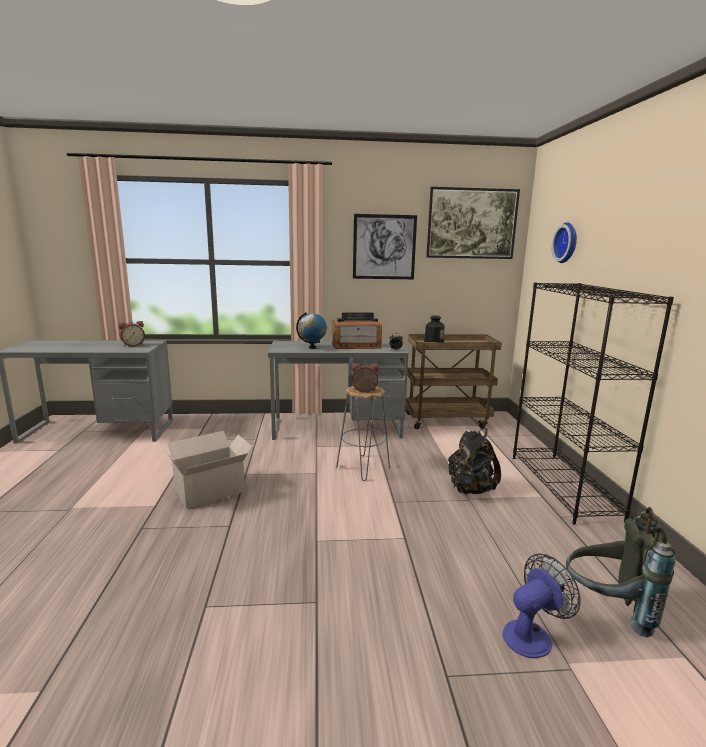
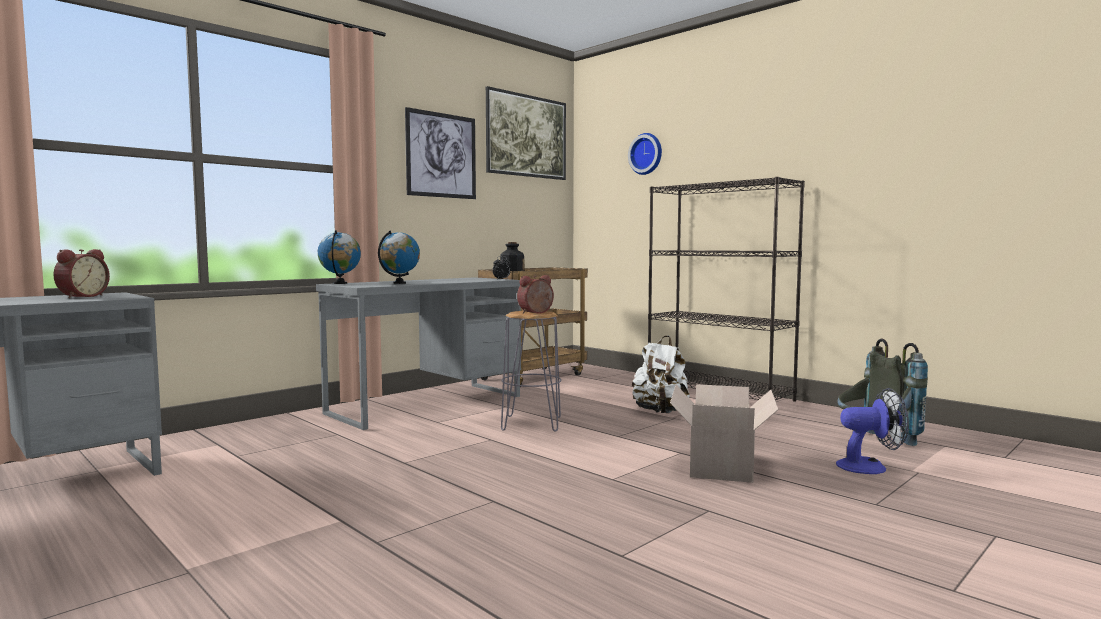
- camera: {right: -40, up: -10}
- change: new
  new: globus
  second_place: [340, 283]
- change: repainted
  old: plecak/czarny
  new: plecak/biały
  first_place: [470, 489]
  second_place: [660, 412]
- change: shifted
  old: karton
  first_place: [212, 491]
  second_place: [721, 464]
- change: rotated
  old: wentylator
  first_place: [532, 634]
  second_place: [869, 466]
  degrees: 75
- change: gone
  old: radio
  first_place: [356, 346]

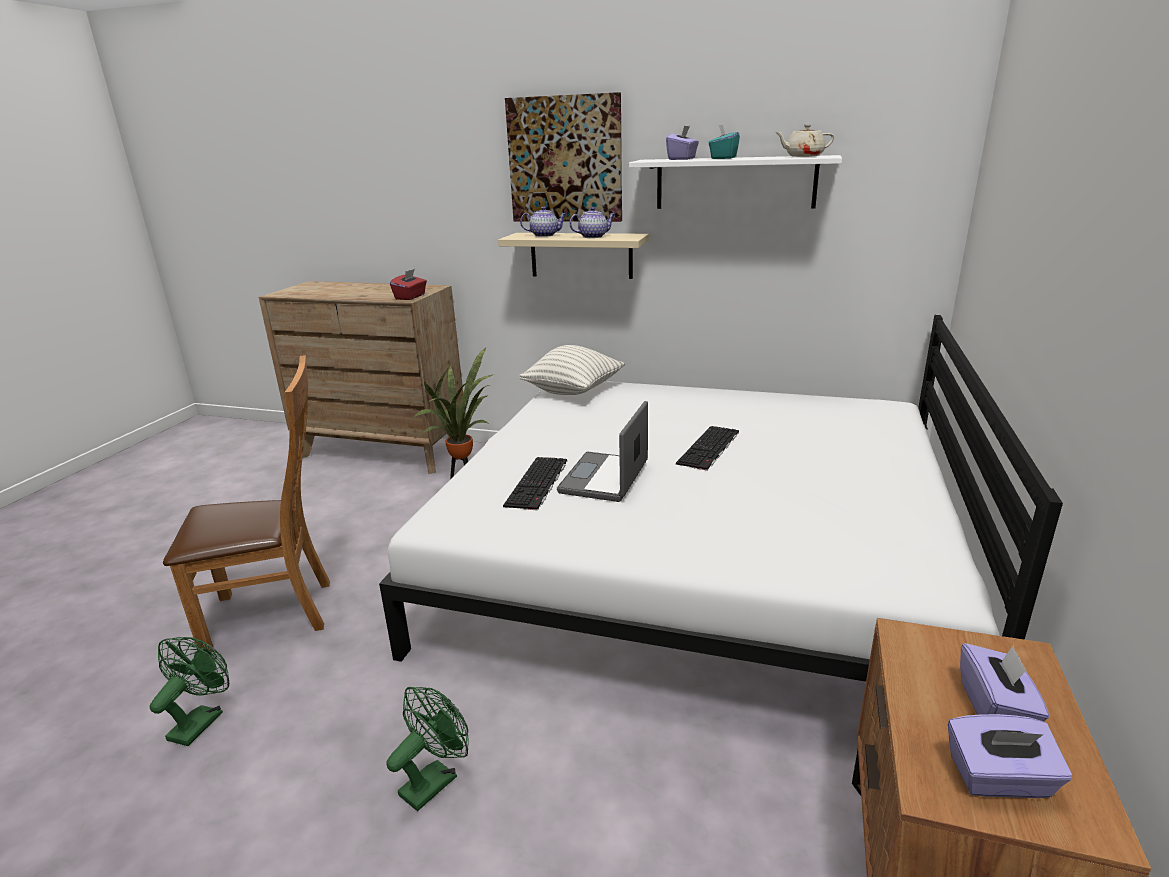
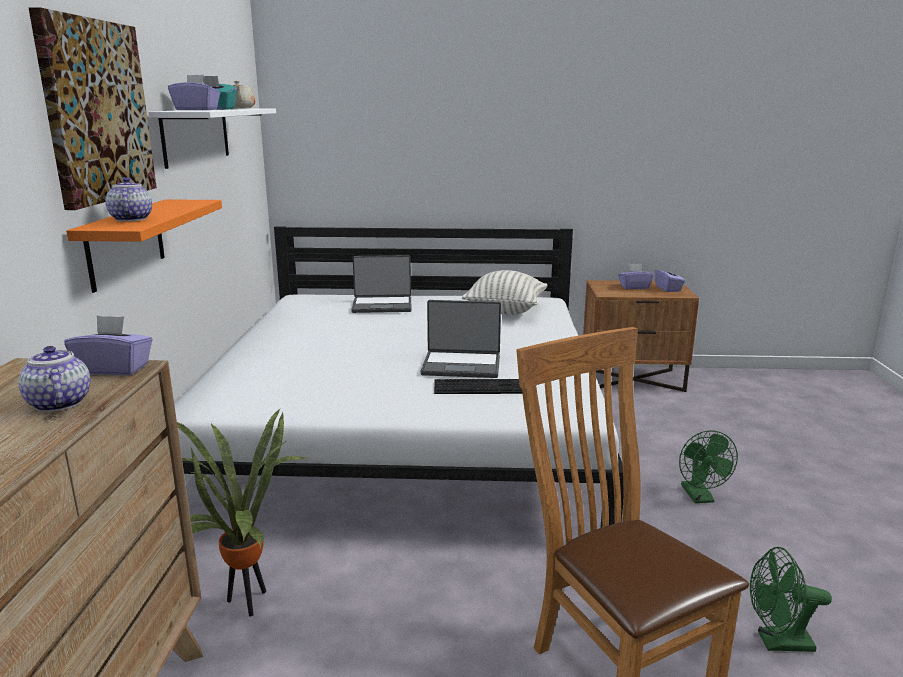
- camera: {right: -105, up: -5}
- change: shifted
  old: imbryk
  first_place: [593, 236]
  second_place: [58, 403]
- change: repainted
  old: pudełko chusteczek/czerwony
  new: pudełko chusteczek/fioletowy
  first_place: [410, 297]
  second_place: [114, 369]
- change: repainted
  old: półka/beżowy
  new: półka/pomarańczowy
  first_place: [581, 255]
  second_place: [126, 243]
- change: new
  new: laptop
  second_place: [382, 306]
- change: shifted
  old: poduszka
  first_place: [573, 391]
  second_place: [505, 311]
- change: rotated
  old: wentylator/zielony
  first_place: [435, 780]
  second_place: [700, 497]
  degrees: -120
- change: gone
  old: klawiatura
  first_place: [709, 448]

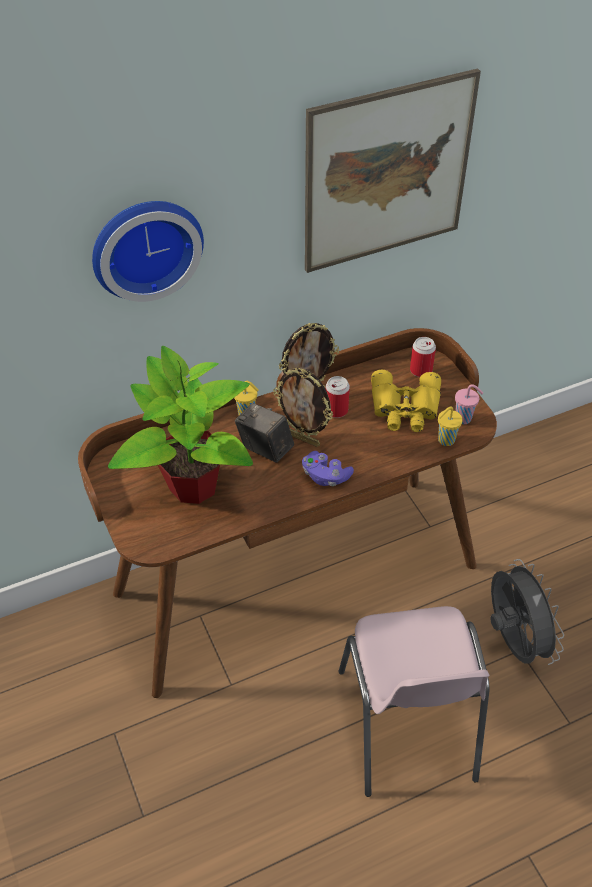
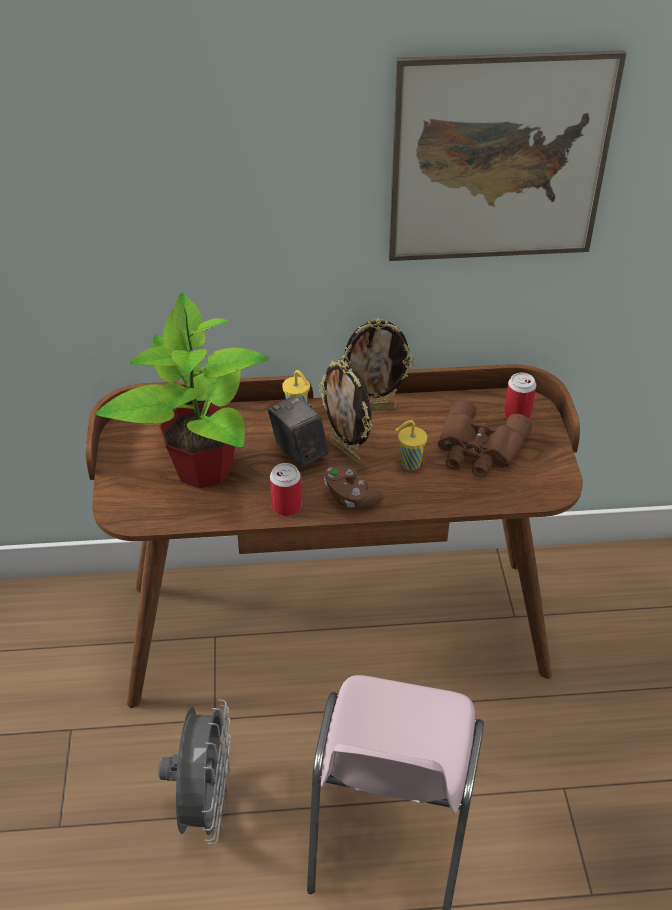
- camera: {right: 20, up: -5}
- change: shifted
  old: wentylator/szary
  first_place: [512, 641]
  second_place: [205, 803]
- change: shifted
  old: puszka
  first_place: [336, 410]
  second_place: [286, 506]
- change: repainted
  old: pad do gier/fioletowy
  new: pad do gier/brązowy
  first_place: [325, 476]
  second_place: [350, 496]
- change: shifted
  old: filiżanka/żółty
  first_place: [445, 440]
  second_place: [409, 464]
- change: repainted
  old: lornetka/żółty
  new: lornetka/brązowy
  first_place: [405, 408]
  second_place: [478, 449]
- change: gone
  old: zegar ścienny
  first_place: [145, 246]
- change: gone
  old: filiżanka/różowy
  first_place: [464, 419]

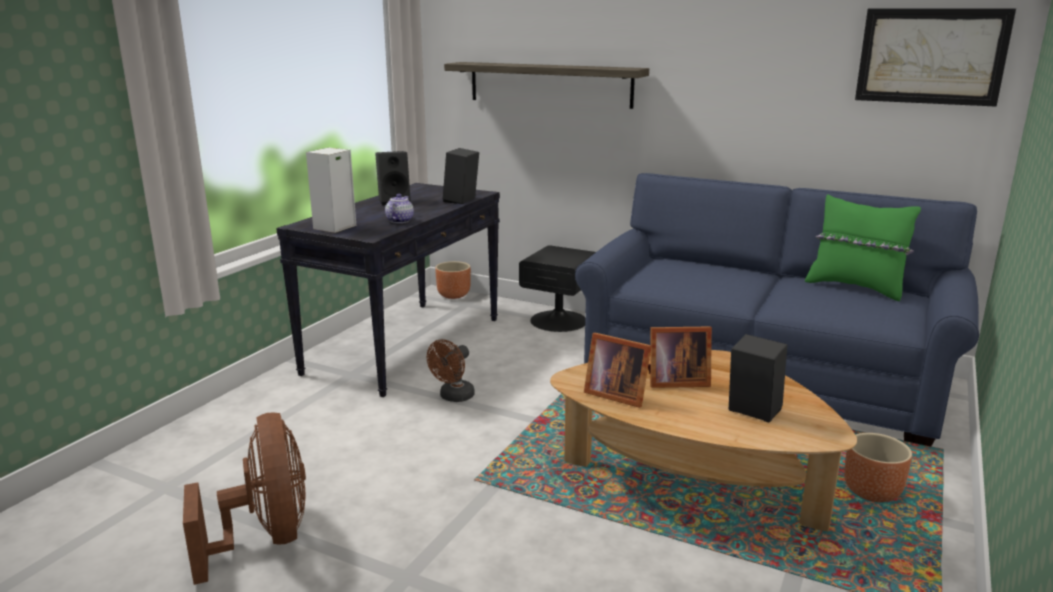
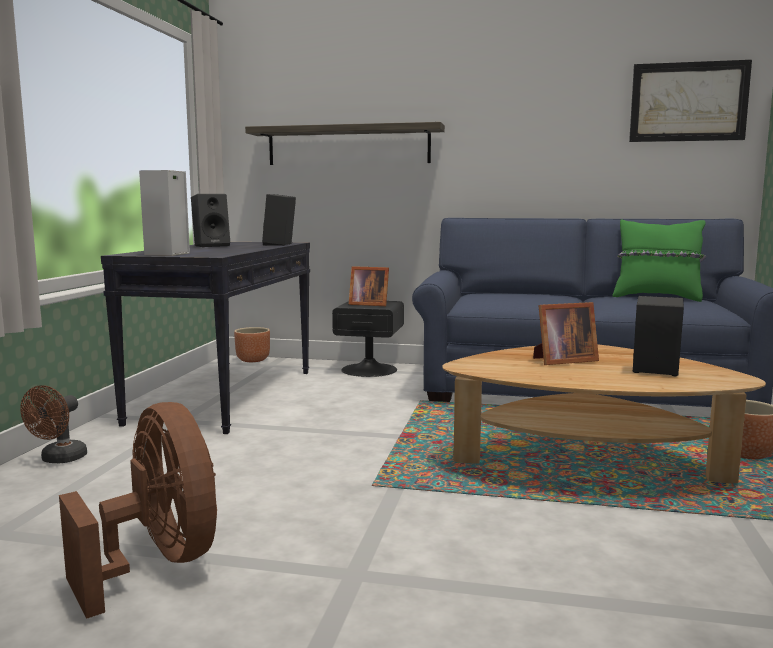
- camera: {right: -15, up: -10}
- change: shifted
  old: wentylator/brązowy
  first_place: [453, 397]
  second_place: [59, 459]
- change: shifted
  old: ramka na zdjęcie
  first_place: [615, 394]
  second_place: [368, 304]
- change: gone
  old: imbryk
  first_place: [399, 220]

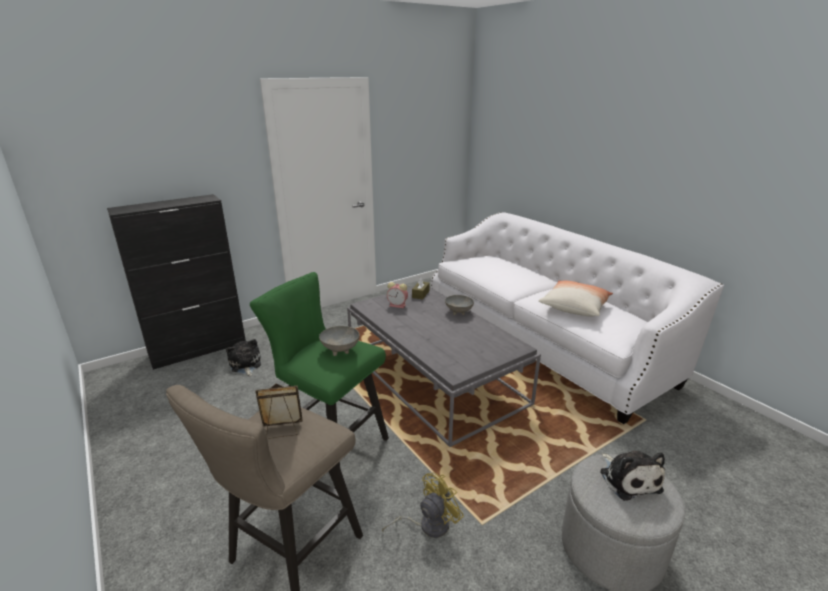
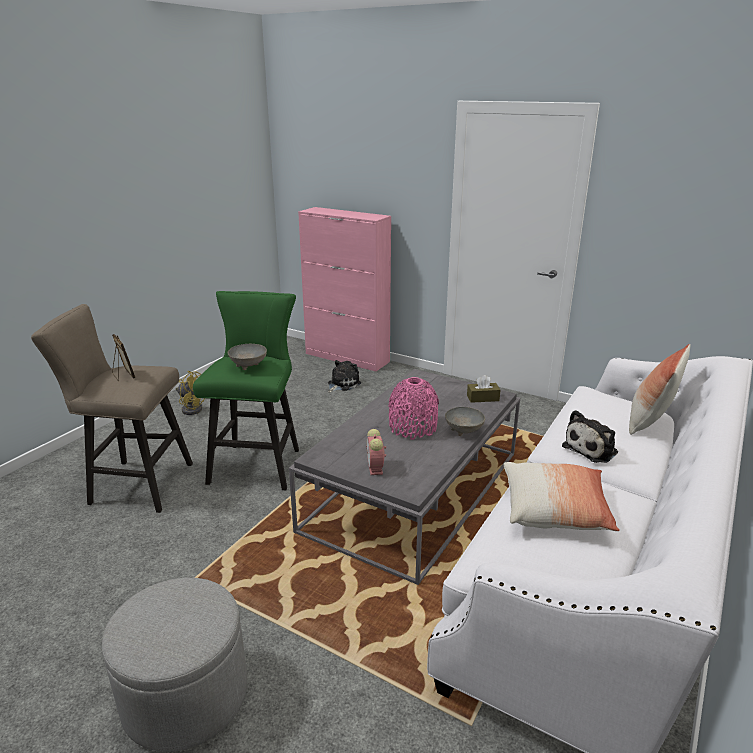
- camera: {right: 65, up: 0}
- change: shifted
  old: wentylator/żółty
  first_place: [427, 525]
  second_place: [192, 408]
- change: repainted
  old: szafka/czarny
  new: szafka/różowy
  first_place: [199, 349]
  second_place: [347, 358]
- change: shifted
  old: budzik
  first_place: [398, 305]
  second_place: [375, 468]
- change: new
  new: wazon/różowy
  second_place: [413, 427]
- change: shifted
  old: pluszak
  first_place: [628, 479]
  second_place: [592, 449]
- change: new
  new: poduszka
  second_place: [649, 422]

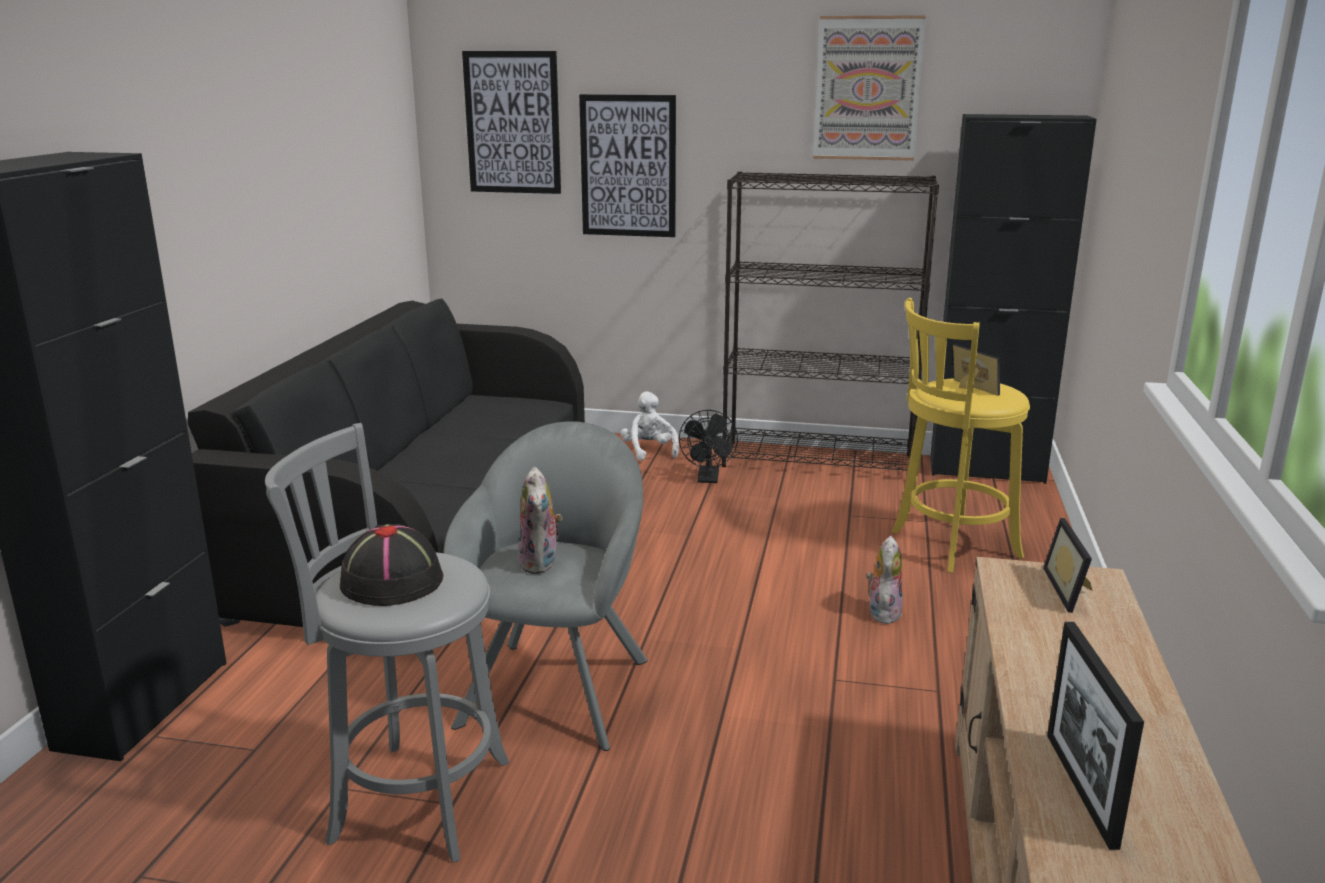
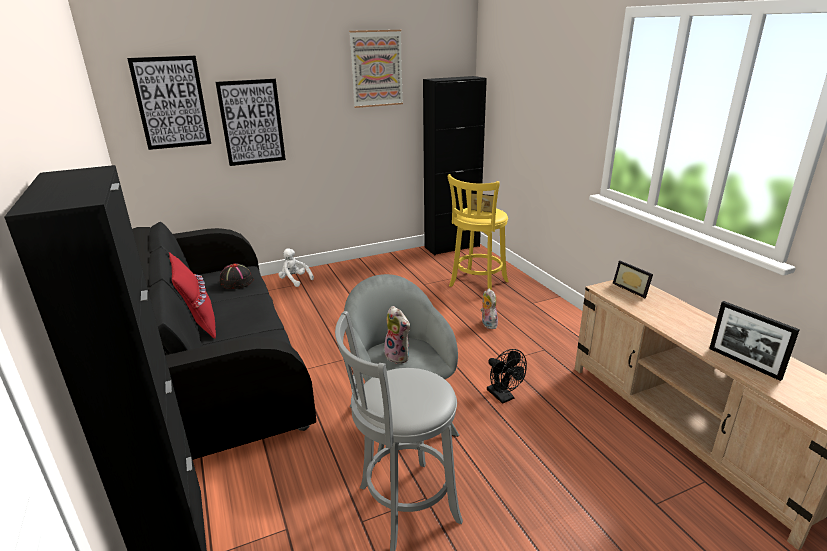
- camera: {right: -35, up: 5}
- change: new
  new: poduszka/czerwony
  second_place: [199, 324]
- change: shifted
  old: kapelusz/czarny
  first_place: [392, 581]
  second_place: [236, 281]
- change: shifted
  old: wentylator/czarny
  first_place: [708, 479]
  second_place: [503, 397]
- change: gone
  old: regał/czarny
  first_place: [818, 460]

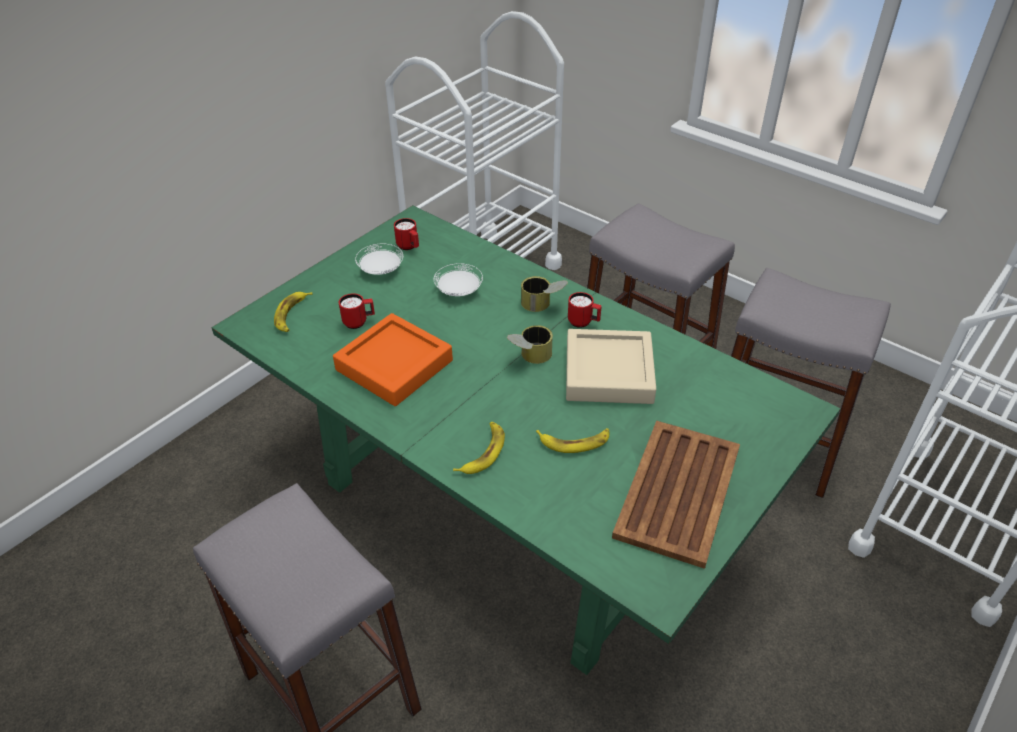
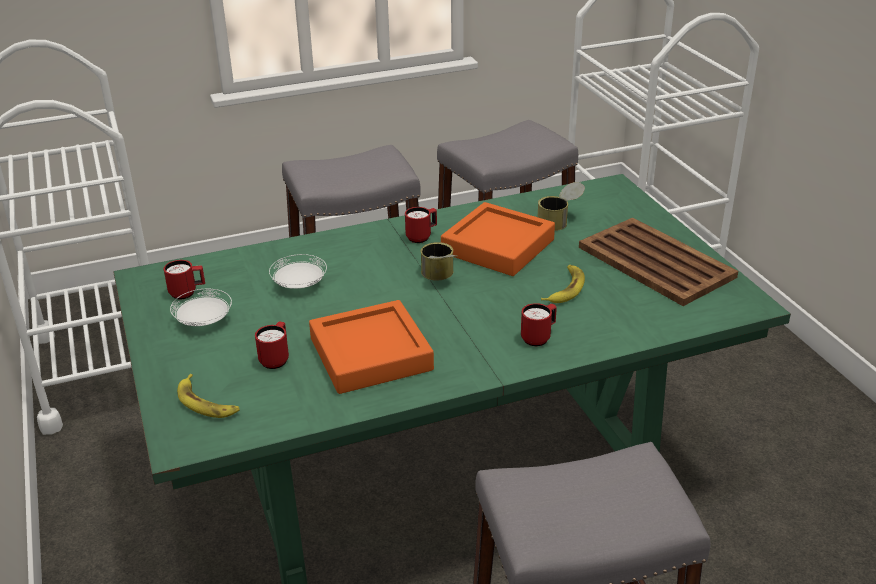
- camera: {right: -60, up: -10}
- change: repainted
  old: taca/beżowy
  new: taca/pomarańczowy
  first_place: [608, 373]
  second_place: [498, 246]
- change: swapped
  old: banan
  new: kubek/czerwony
  first_place: [483, 452]
  second_place: [539, 337]
- change: shifted
  old: puszka
  first_place: [543, 305]
  second_place: [559, 221]

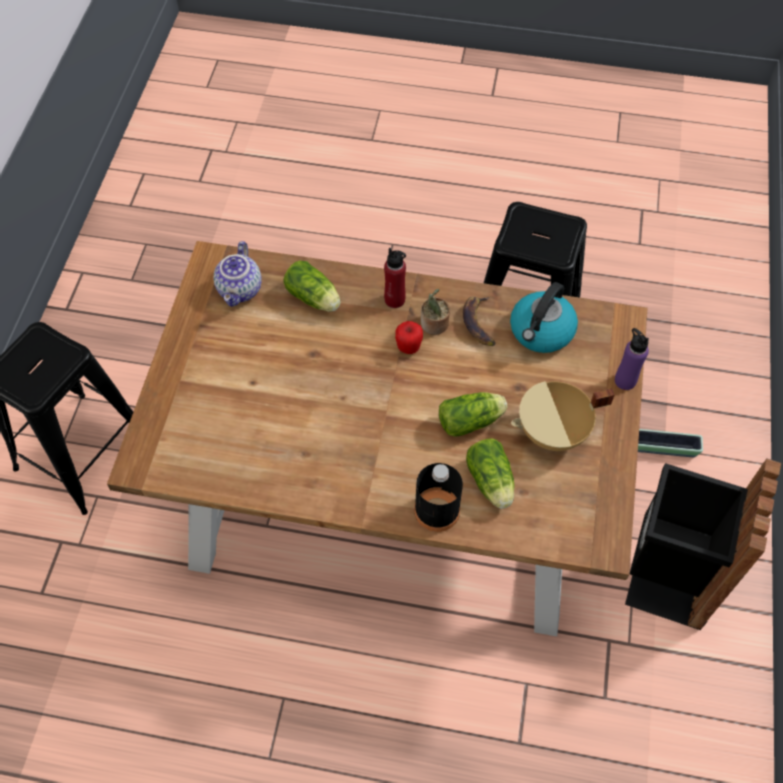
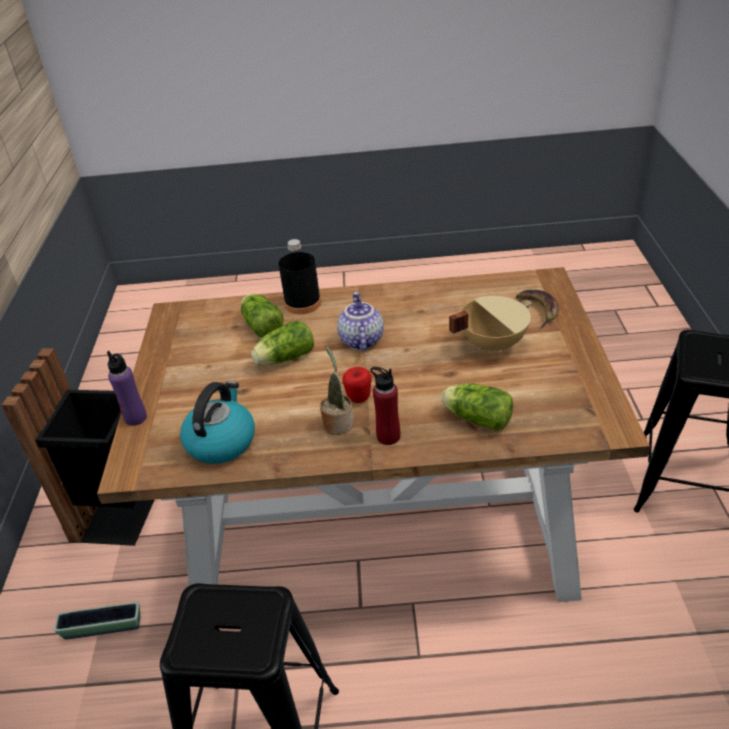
- camera: {right: 170, up: -20}
- change: shifted
  old: imbryk
  first_place: [241, 290]
  second_place: [360, 340]
- change: shifted
  old: garnek/beżowy
  first_place: [553, 433]
  second_place: [492, 343]
- change: shifted
  old: banan
  first_place: [478, 323]
  second_place: [539, 310]

